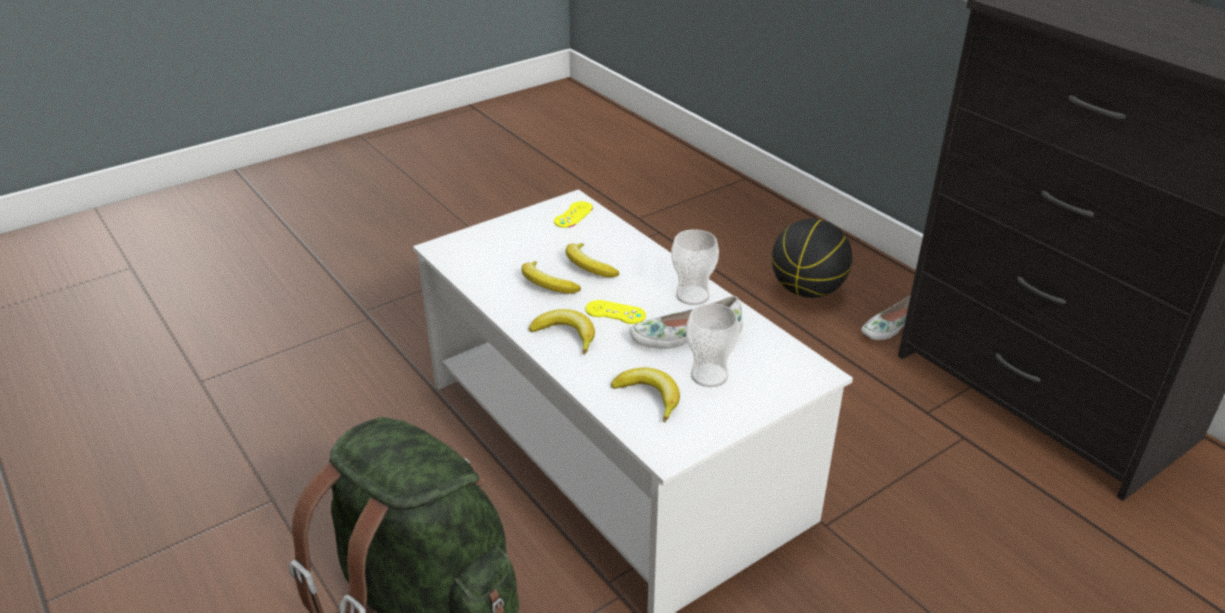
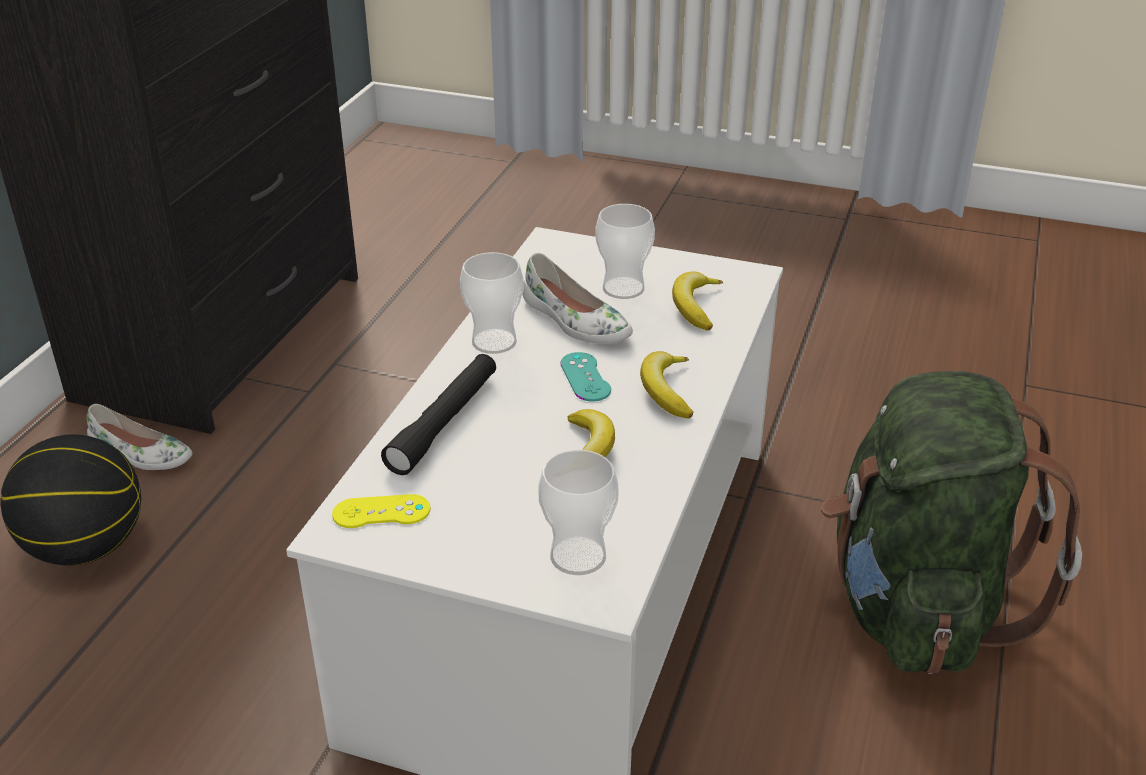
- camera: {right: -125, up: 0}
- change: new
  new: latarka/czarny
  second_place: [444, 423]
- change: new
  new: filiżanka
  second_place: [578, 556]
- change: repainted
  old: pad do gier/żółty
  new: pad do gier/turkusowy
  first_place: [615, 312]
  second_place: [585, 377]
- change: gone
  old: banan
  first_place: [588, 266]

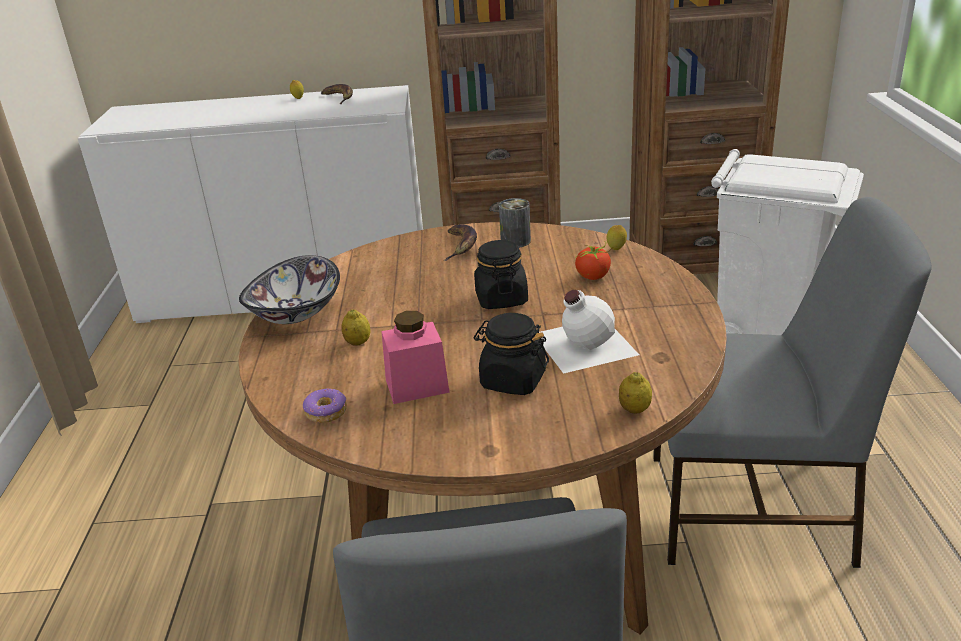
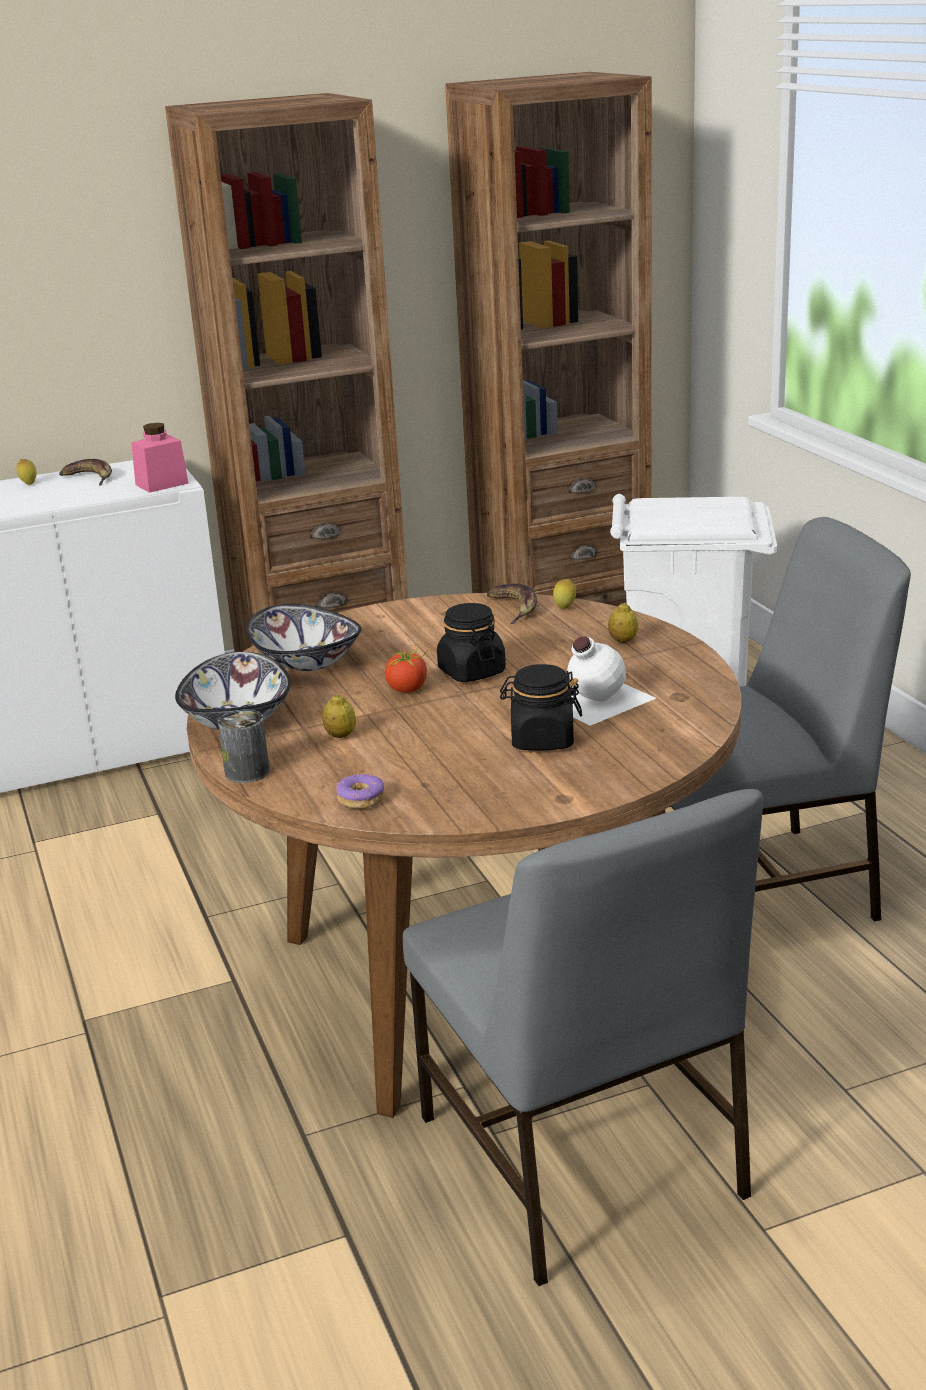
- camera: {right: -20, up: -5}
- change: shifted
  old: słoik/różowy
  first_place: [417, 386]
  second_place: [162, 484]
- change: shifted
  old: puszka
  first_place: [515, 241]
  second_place: [247, 772]
- change: new
  new: miska
  second_place: [306, 663]
- change: shifted
  old: pomidor
  first_place: [593, 276]
  second_place: [407, 689]
- change: shifted
  old: banan
  first_place: [460, 246]
  second_place: [514, 608]
- change: shifted
  old: cytryna
  first_place: [634, 409]
  second_place: [623, 641]

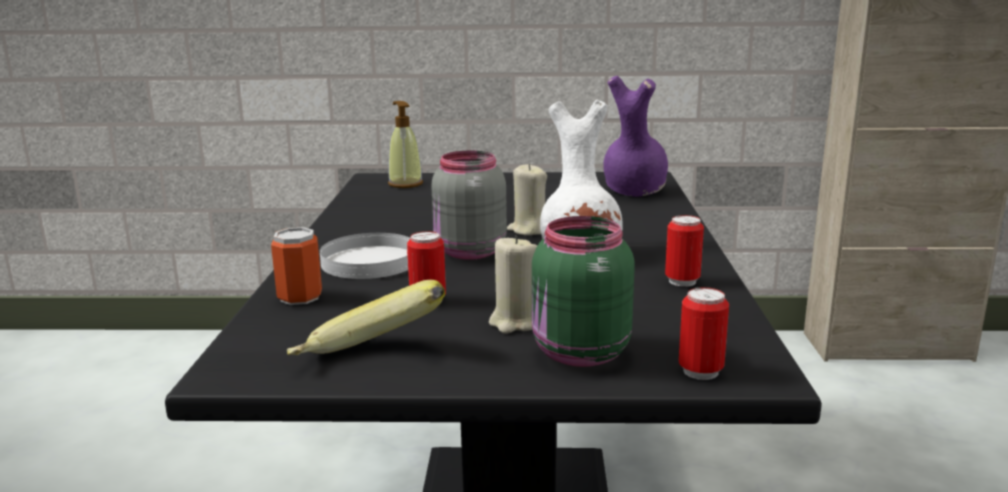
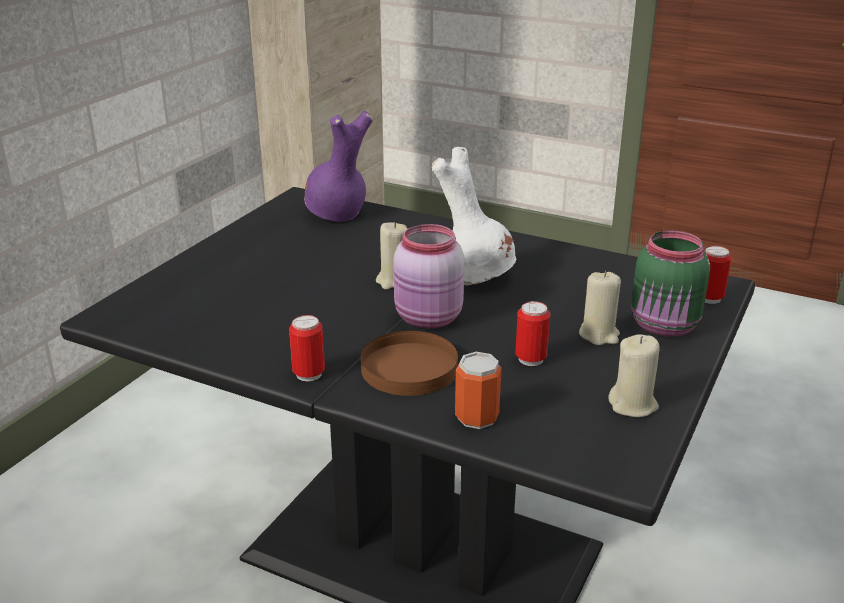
- camera: {right: -65, up: 10}
- change: shifted
  old: puszka
  first_place: [682, 281]
  second_place: [309, 374]
- change: repainted
  old: talerz/biały
  new: talerz/brązowy
  first_place: [370, 262]
  second_place: [410, 368]
- change: repainted
  old: słoik/szary
  new: słoik/różowy
  first_place: [468, 252]
  second_place: [429, 319]
- change: swapped
  old: banan
  new: świeca/beżowy
  first_place: [368, 359]
  second_place: [633, 405]
- change: gone
  old: dozownik mydła
  first_place: [405, 184]

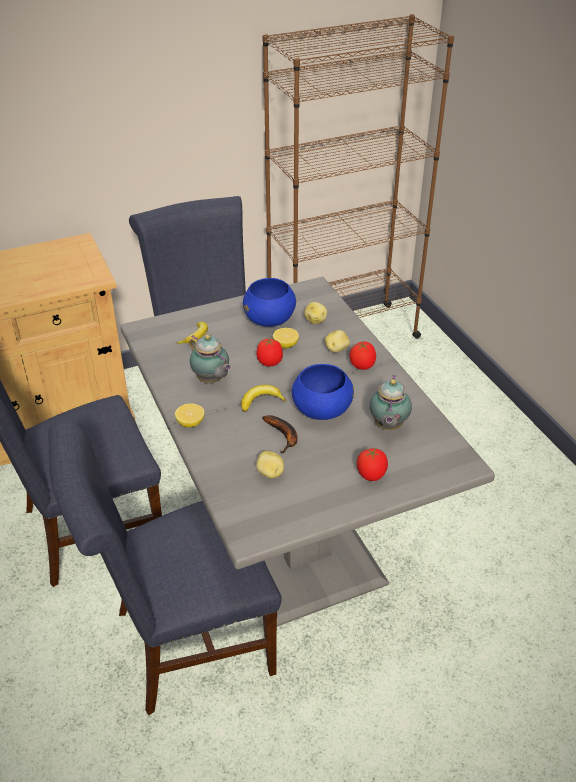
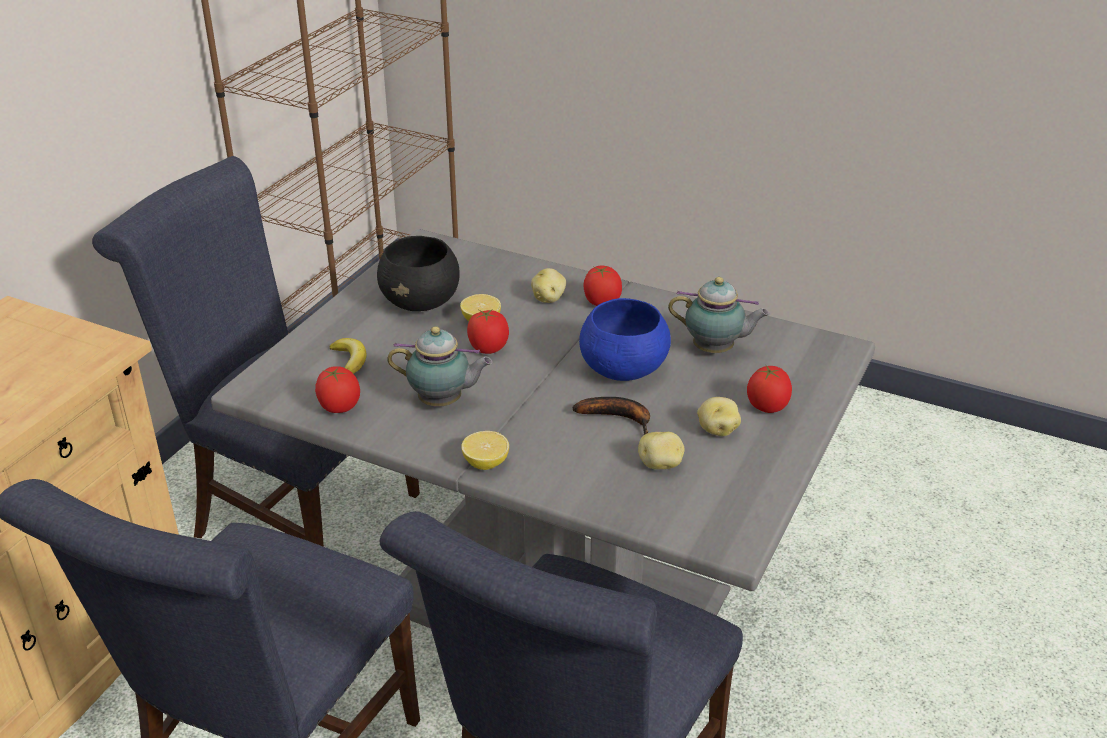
- camera: {right: -40, up: -5}
- change: new
  new: pomidor
  second_place: [339, 407]
- change: repainted
  old: miska/niebieski
  new: miska/czarny
  first_place: [270, 320]
  second_place: [421, 302]
- change: rotated
  old: imbryk
  first_place: [387, 426]
  second_place: [716, 350]
  degrees: -45
- change: shifted
  old: ziemniak
  first_place: [315, 320]
  second_place: [717, 430]
- change: gone
  old: banan
  first_place: [261, 401]

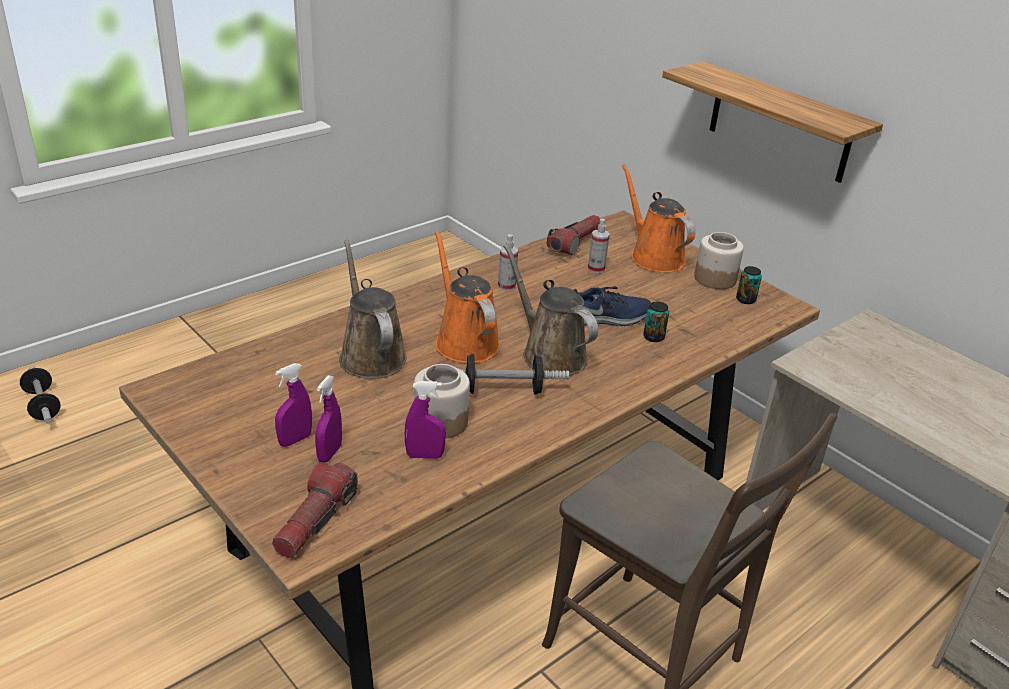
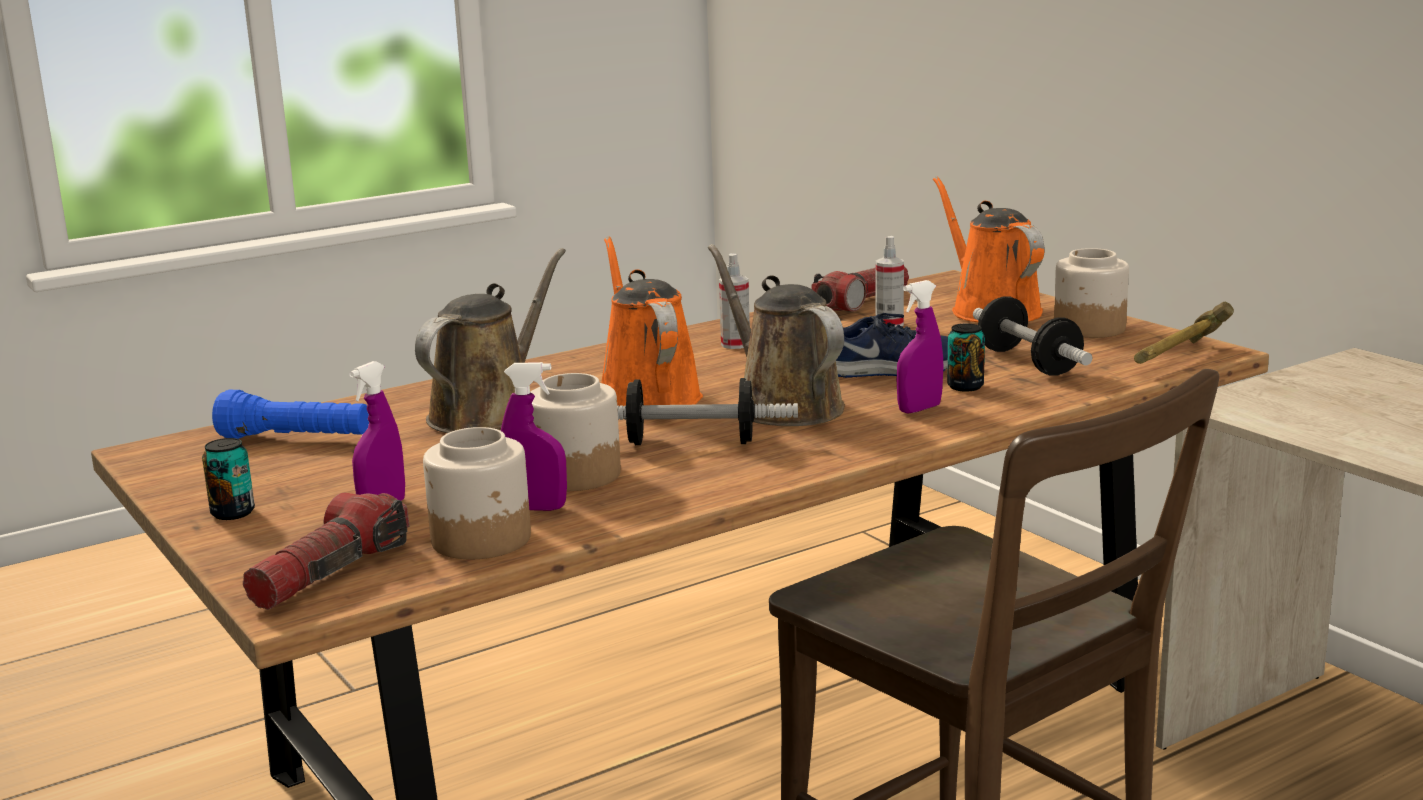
- camera: {right: 10, up: -15}
- change: shifted
  old: puszka
  first_place: [745, 300]
  second_place: [233, 513]
- change: new
  new: latarka/niebieski
  second_place: [296, 439]
- change: rotated
  old: konewka/brązowy
  first_place: [370, 355]
  second_place: [489, 413]
  degrees: 45
- change: new
  new: słoik
  second_place: [482, 540]
- change: shifted
  old: spryskiwacz/fioletowy
  first_place: [295, 440]
  second_place: [919, 409]
- change: shifted
  old: hantel
  first_place: [42, 405]
  second_place: [1028, 362]
- change: new
  new: młotek
  second_place: [1176, 359]
- change: gone
  old: półka
  first_place: [779, 123]

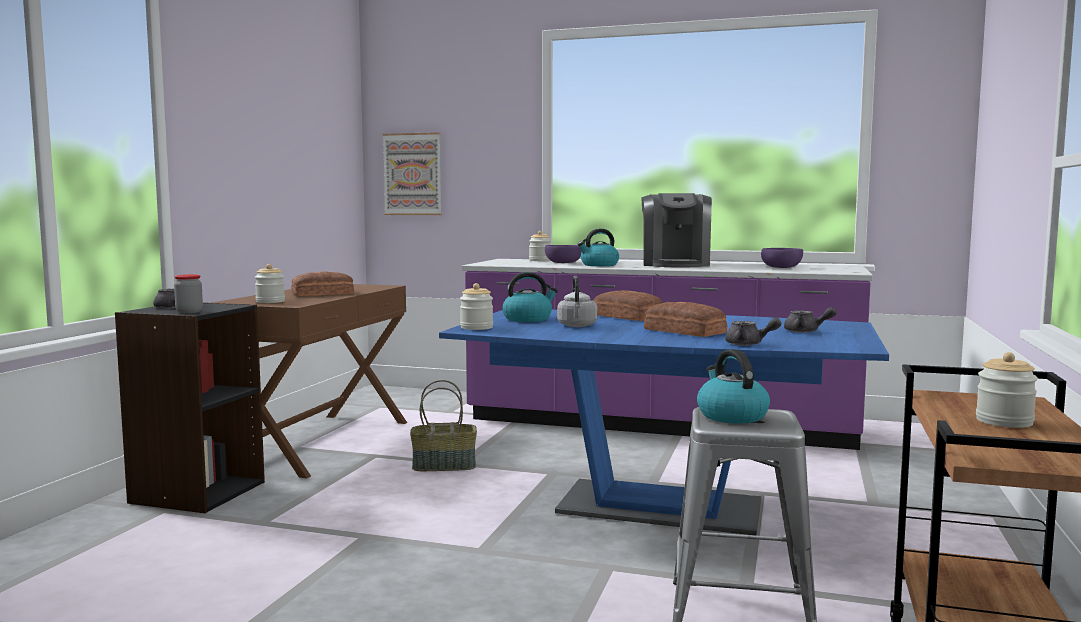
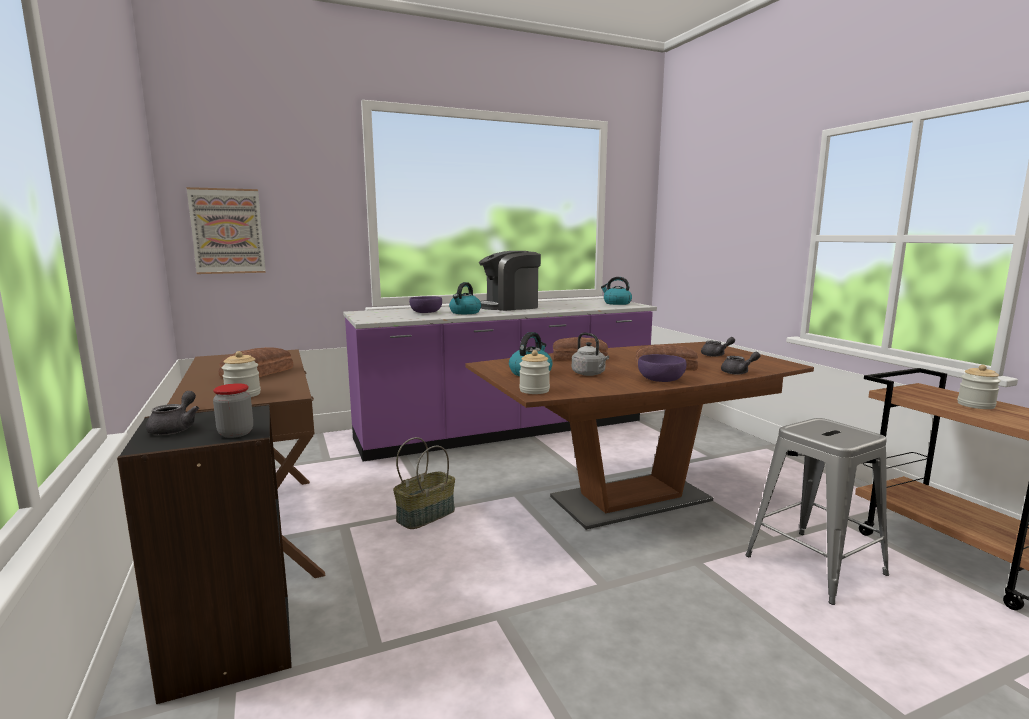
- camera: {right: -40, up: 5}
- change: repainted
  old: stół jadalny/niebieski
  new: stół jadalny/brązowy
  first_place: [660, 508]
  second_place: [631, 499]
- change: rotated
  old: ekspres do kawy
  first_place: [675, 264]
  second_place: [510, 307]
  degrees: 105
- change: shifted
  old: czajnik
  first_place: [731, 416]
  second_place: [616, 303]
- change: shifted
  old: miska/fioletowy
  first_place: [781, 267]
  second_place: [660, 379]
- change: gone
  old: słoik
  first_place: [540, 260]

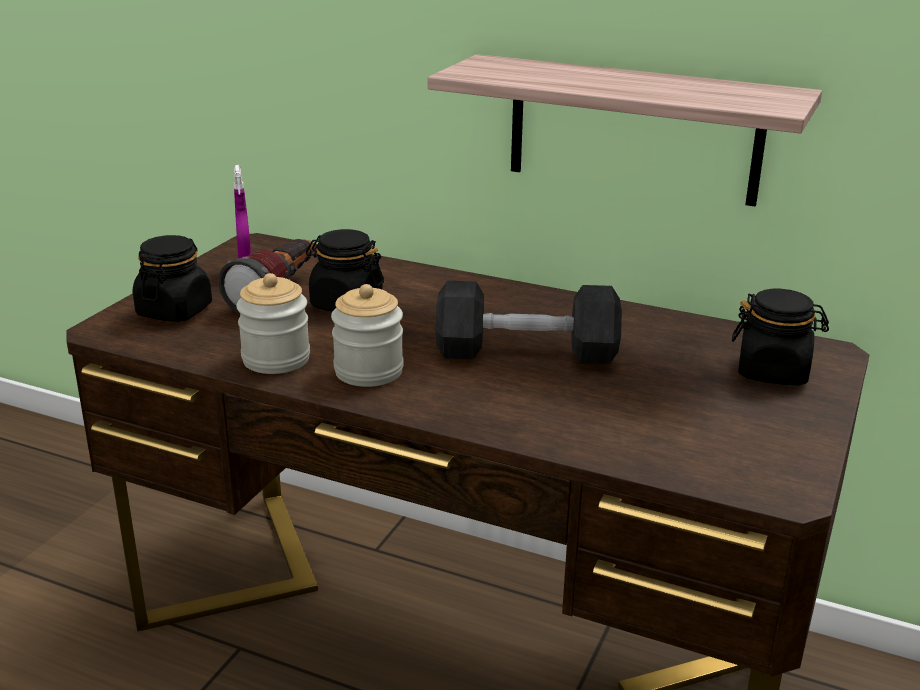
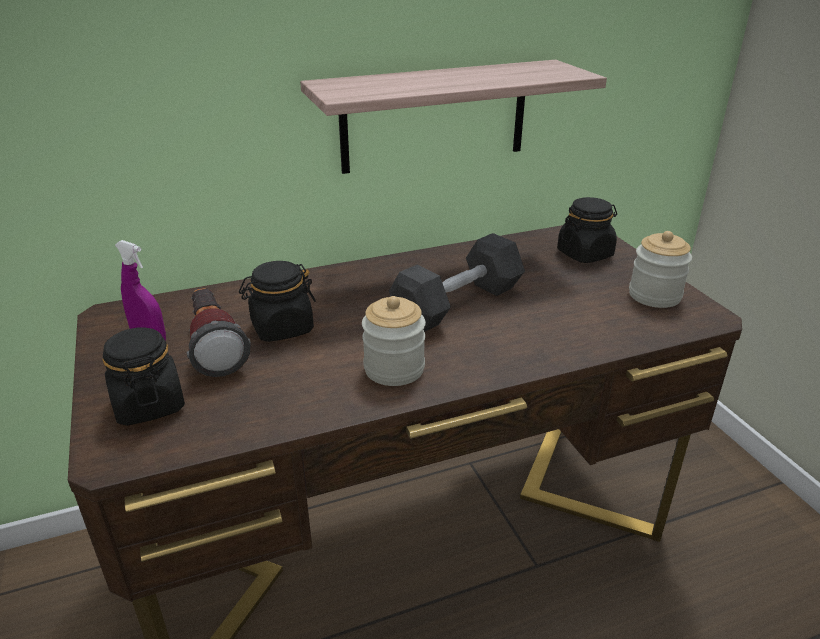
- camera: {right: -45, up: 5}
- change: shifted
  old: słoik
  first_place: [276, 359]
  second_place: [654, 295]

